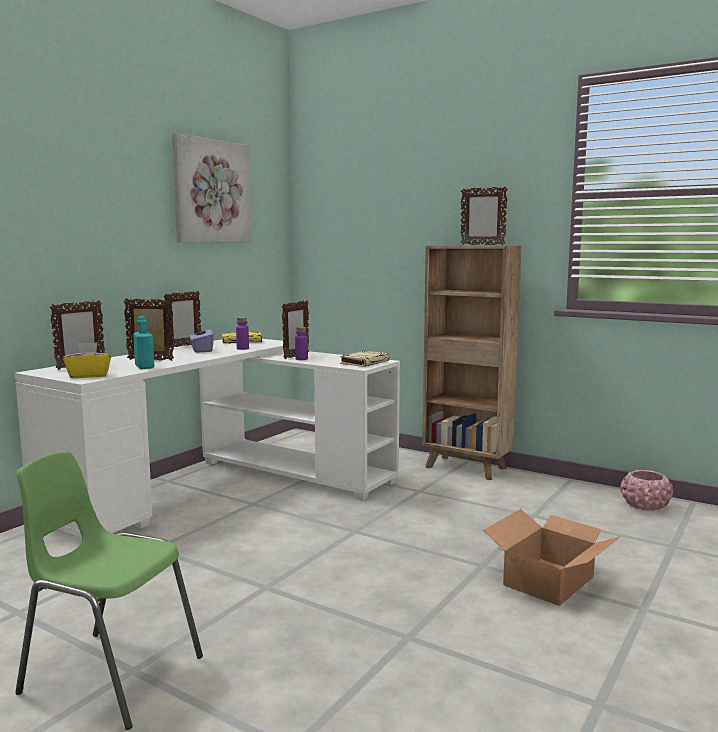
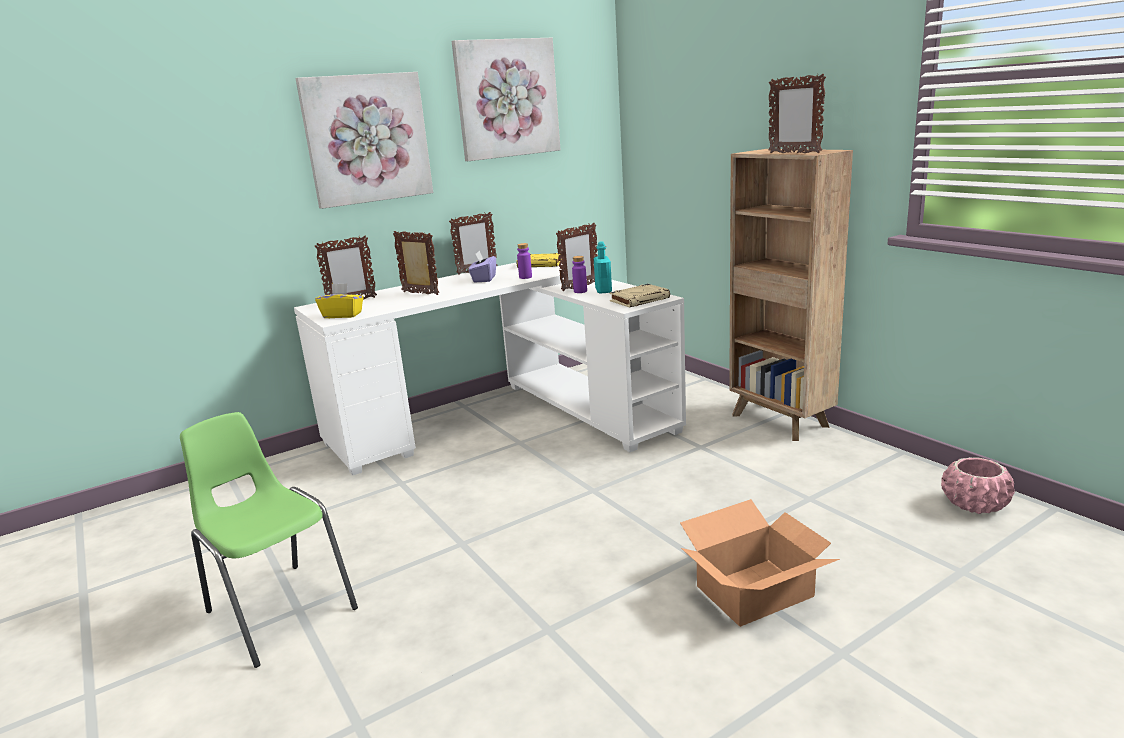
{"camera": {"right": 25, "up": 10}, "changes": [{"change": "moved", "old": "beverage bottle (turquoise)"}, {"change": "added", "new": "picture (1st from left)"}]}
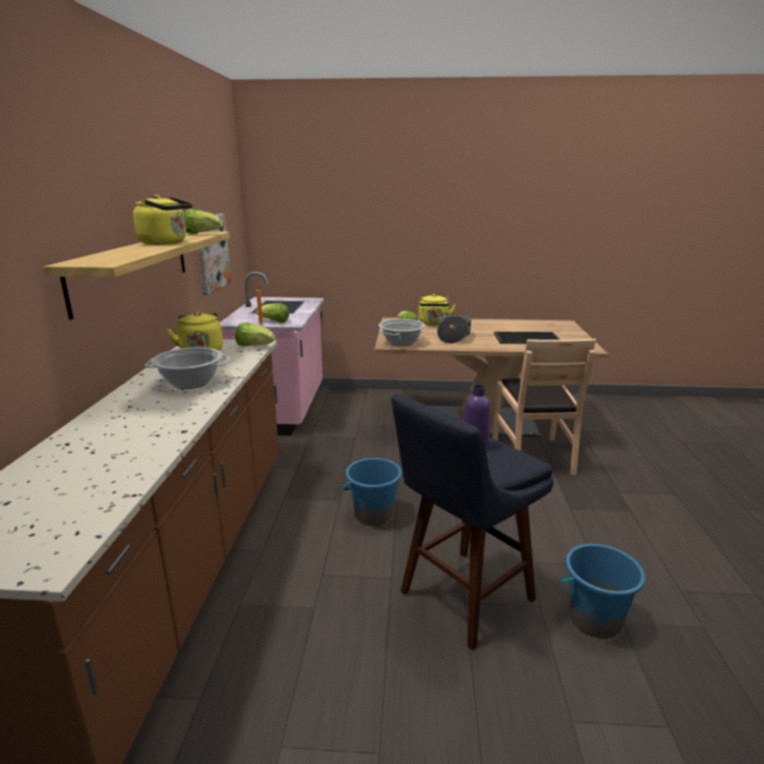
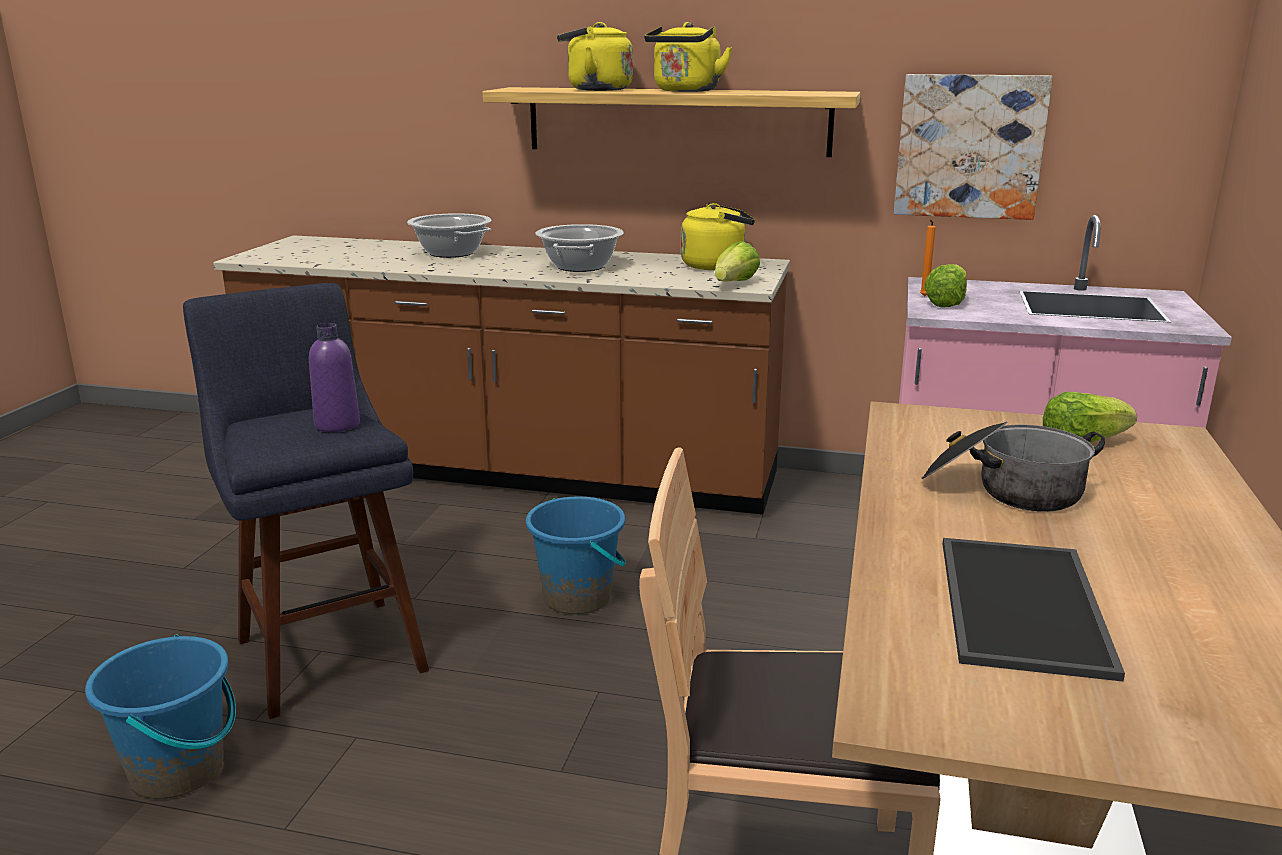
{"camera": {"right": 100, "up": 0}, "changes": [{"change": "removed", "old": "lettuce (1st from left)"}, {"change": "moved", "old": "kettle (yellowish) (3rd from left in the first image)", "new": "kettle (yellowish) (1st from left)"}, {"change": "moved", "old": "cooking pot (2nd from left in the first image)", "new": "cooking pot (1st from left)"}]}
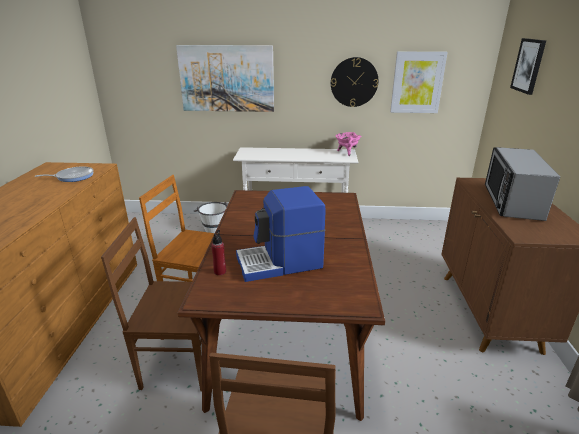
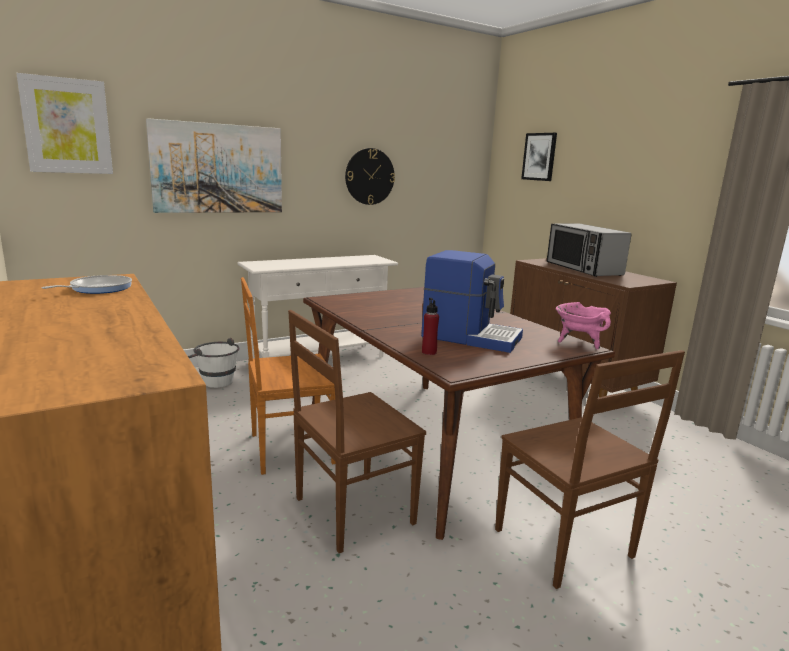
{"camera": {"right": -35, "up": -10}, "changes": [{"change": "moved", "old": "picture (2nd from left in the first image)", "new": "picture (1st from left)"}, {"change": "moved", "old": "cooking pot (pink)"}, {"change": "turned", "old": "coffee machine", "degrees": -105}]}
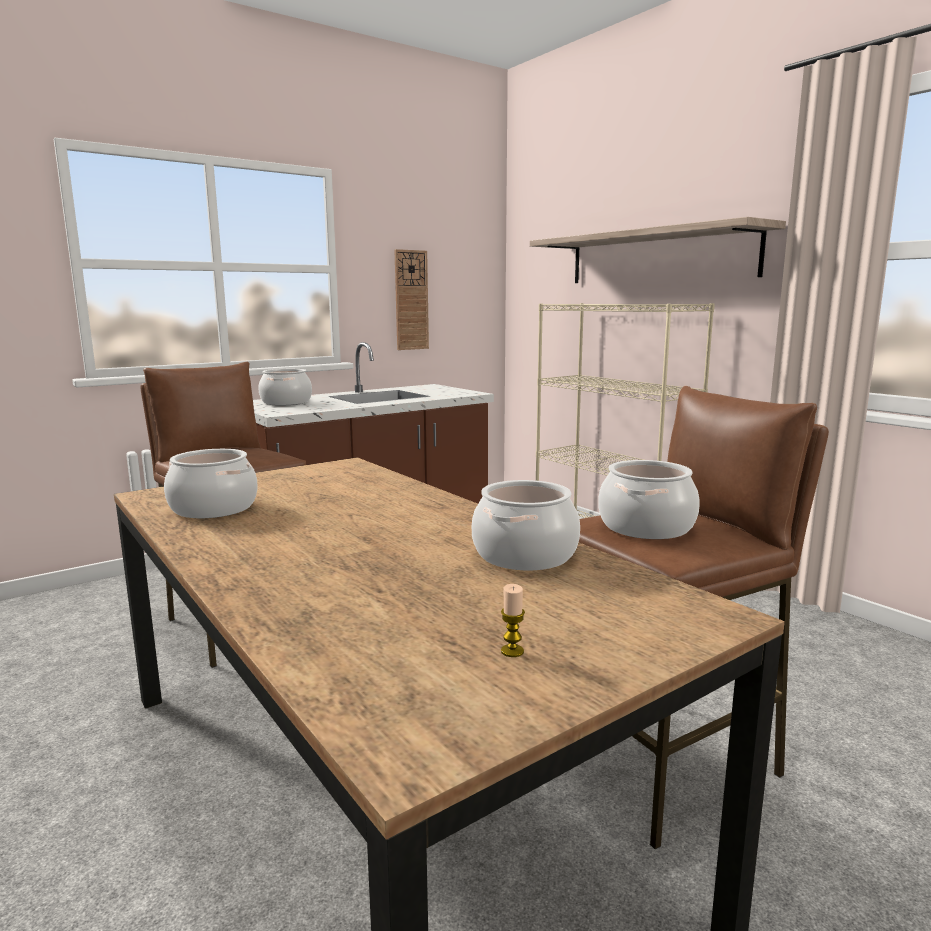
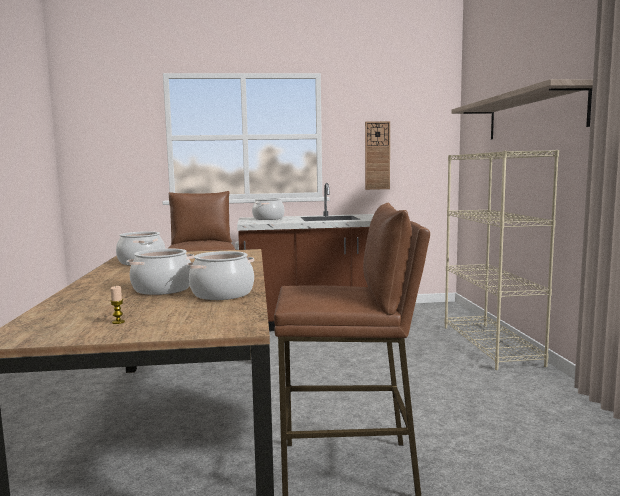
{"camera": {"right": 30, "up": -5}, "changes": [{"change": "moved", "old": "cooking pot (4th from left in the first image)", "new": "cooking pot (2nd from left)"}]}
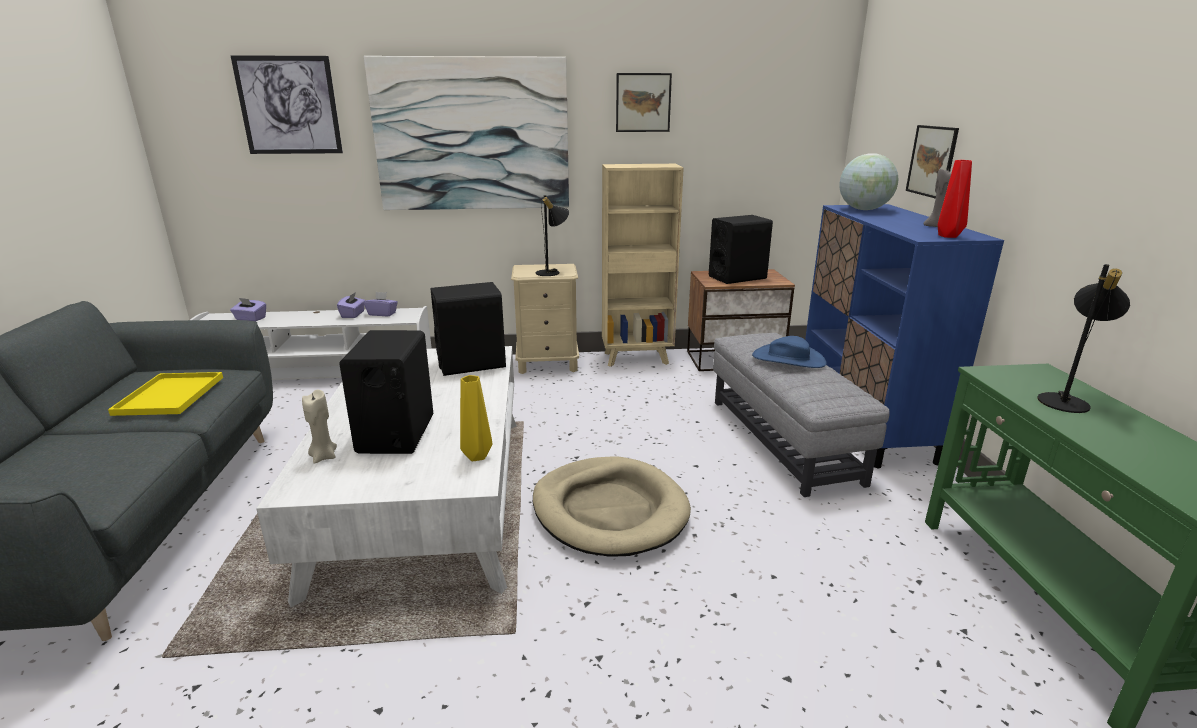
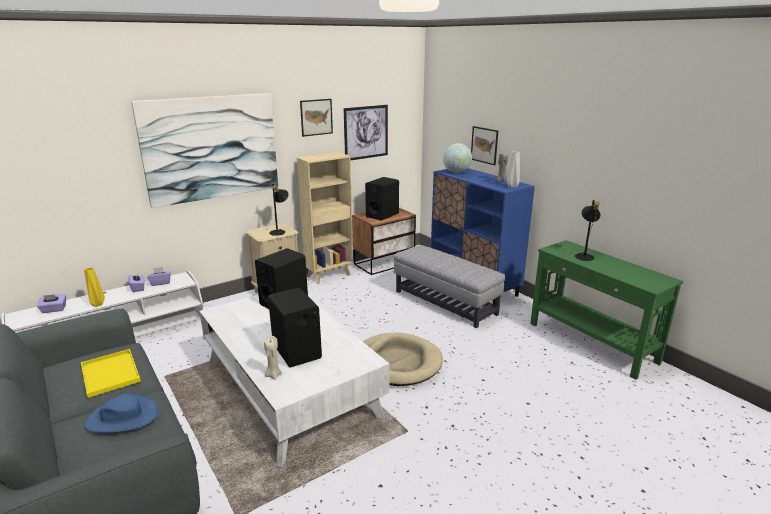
{"camera": {"right": -30, "up": 0}, "changes": [{"change": "moved", "old": "picture (1st from left in the first image)", "new": "picture (3rd from left)"}, {"change": "recoloured", "old": "flower vase (reddish)", "new": "flower vase (gray)"}, {"change": "moved", "old": "clothing hat (blue)"}, {"change": "moved", "old": "flower vase (yellowish)"}]}
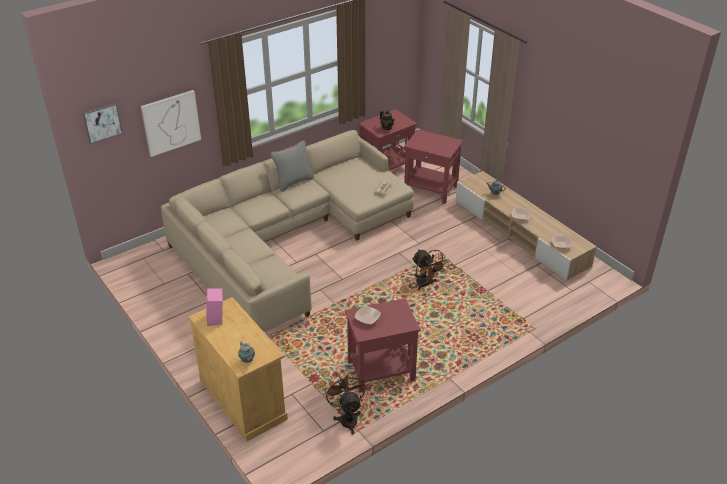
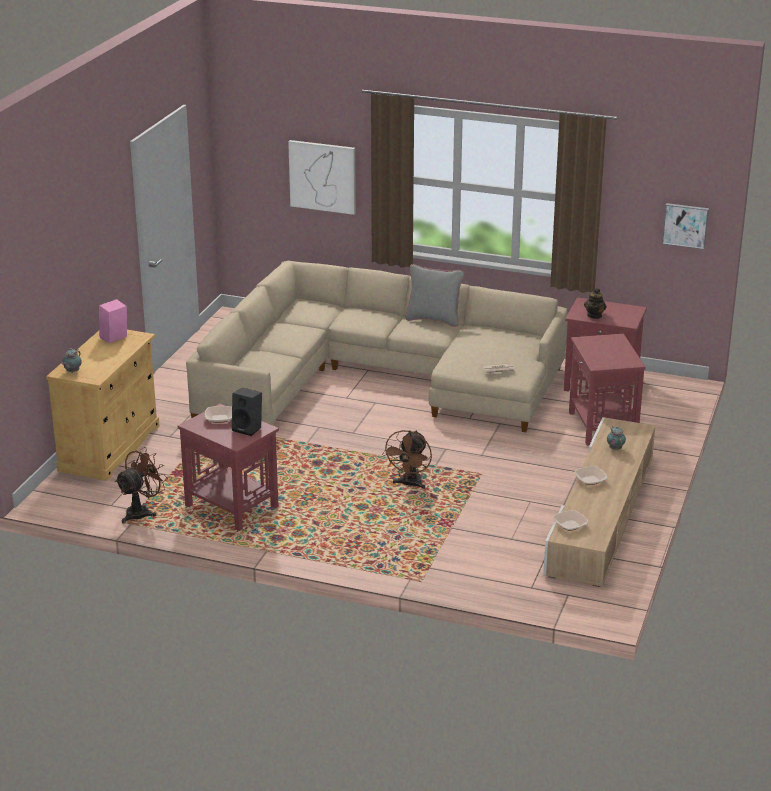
{"camera": {"right": 55, "up": -10}, "changes": [{"change": "moved", "old": "picture (1st from left in the first image)", "new": "picture (2nd from left)"}, {"change": "added", "new": "loudspeaker (blackish)"}]}
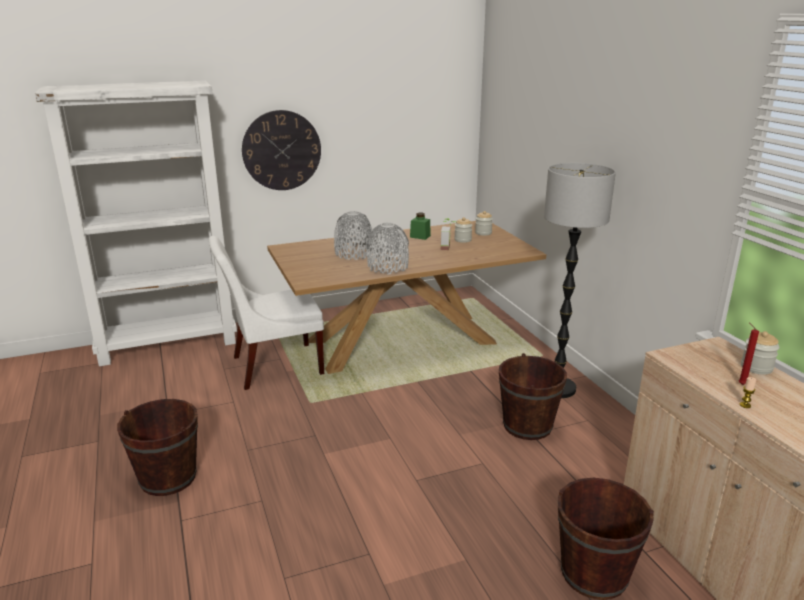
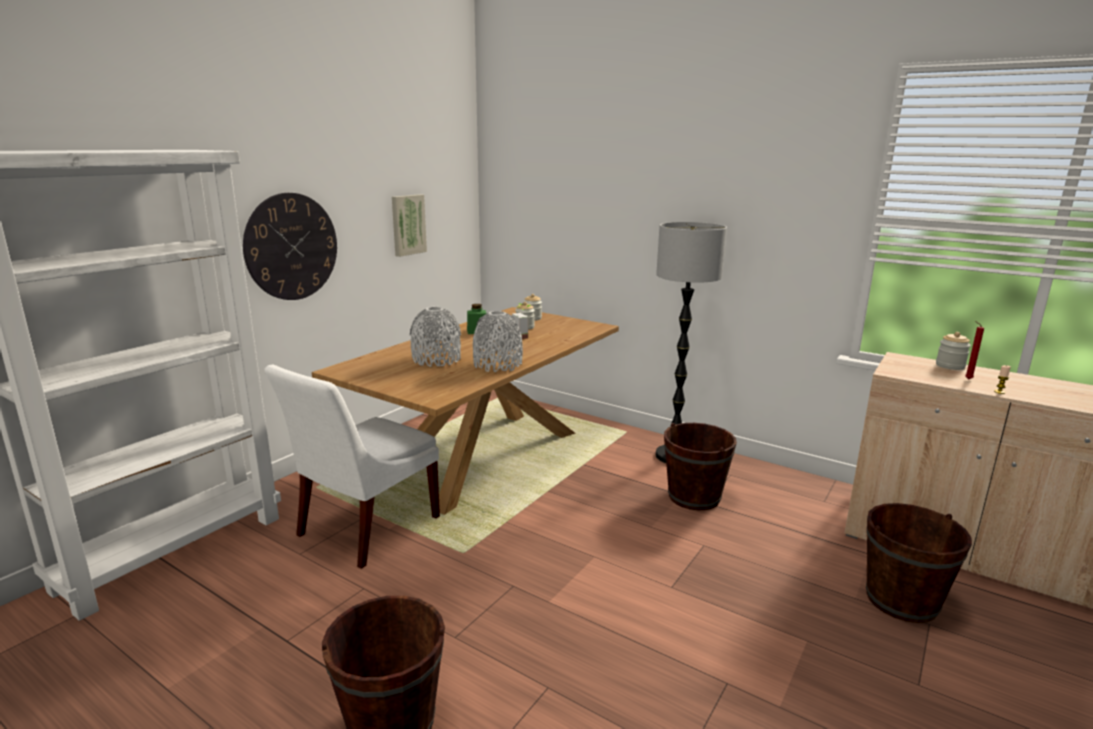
{"camera": {"right": -35, "up": -5}, "changes": [{"change": "added", "new": "picture"}]}
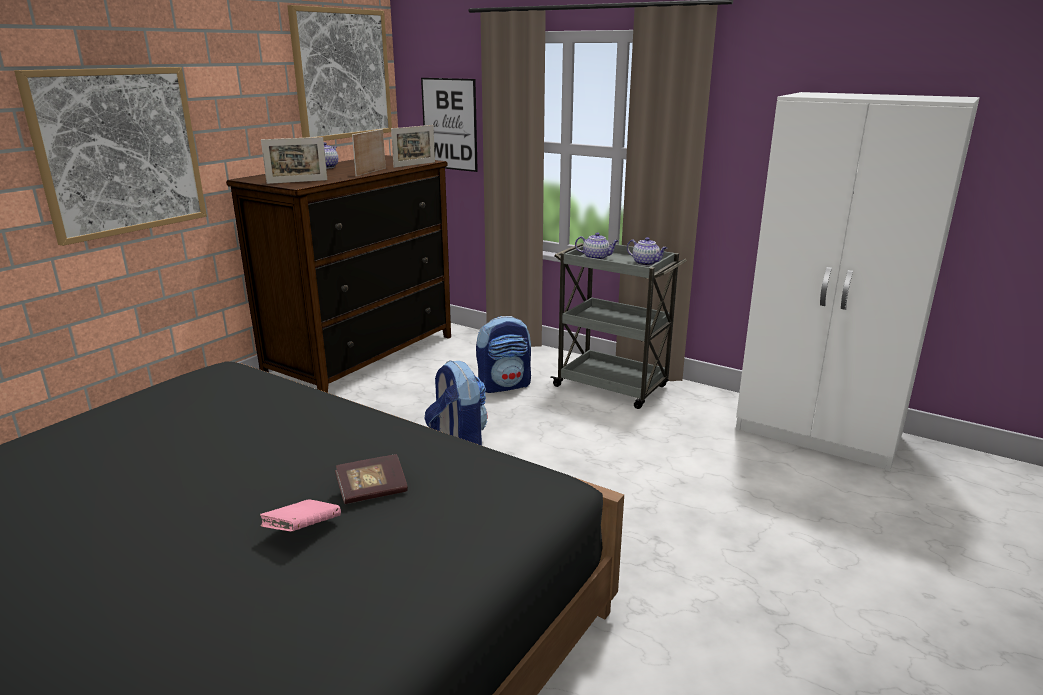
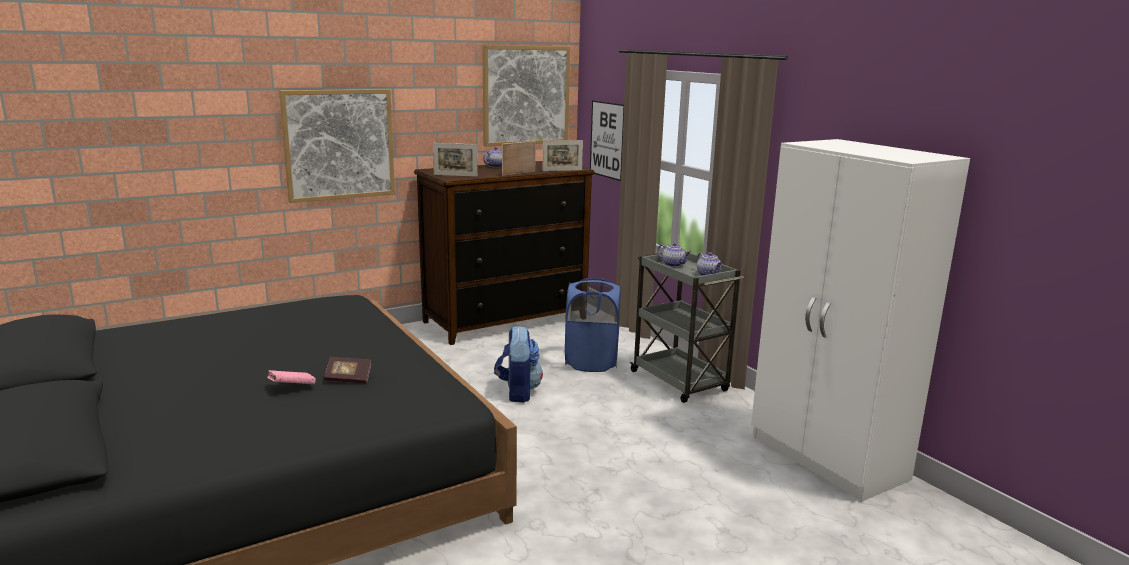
{"camera": {"right": 25, "up": -5}, "changes": [{"change": "replaced", "old": "backpack (2nd from left)", "new": "laundry basket (blue)"}]}
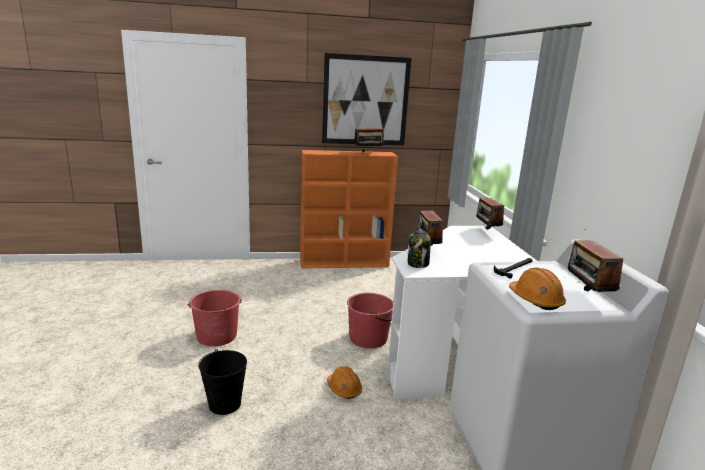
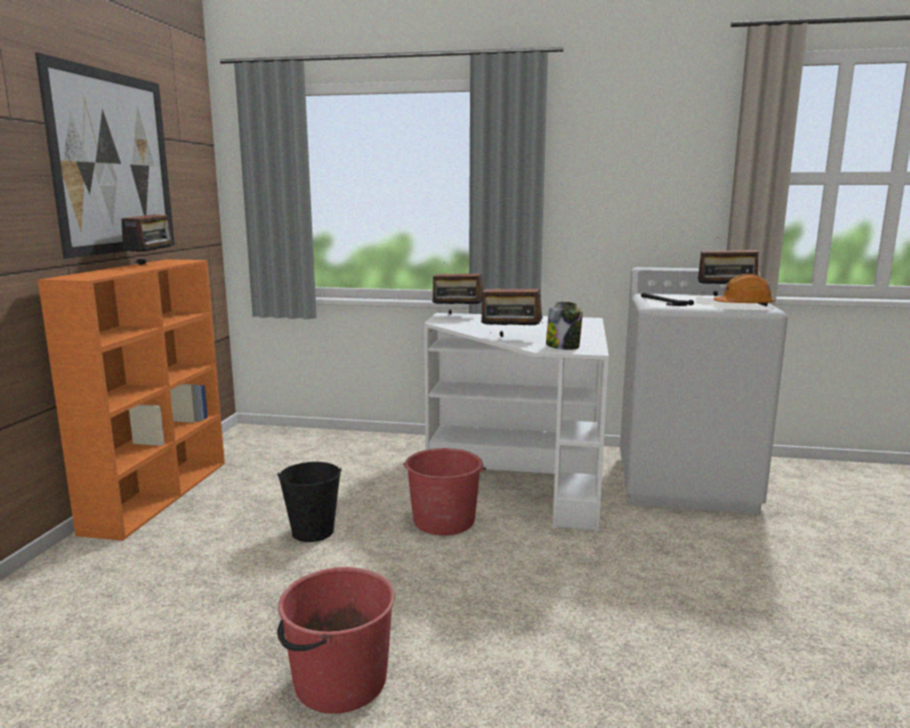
{"camera": {"right": -70, "up": -5}, "changes": [{"change": "moved", "old": "water bucket (blackish)"}, {"change": "removed", "old": "work helmet (orange) (1st from left)"}]}
